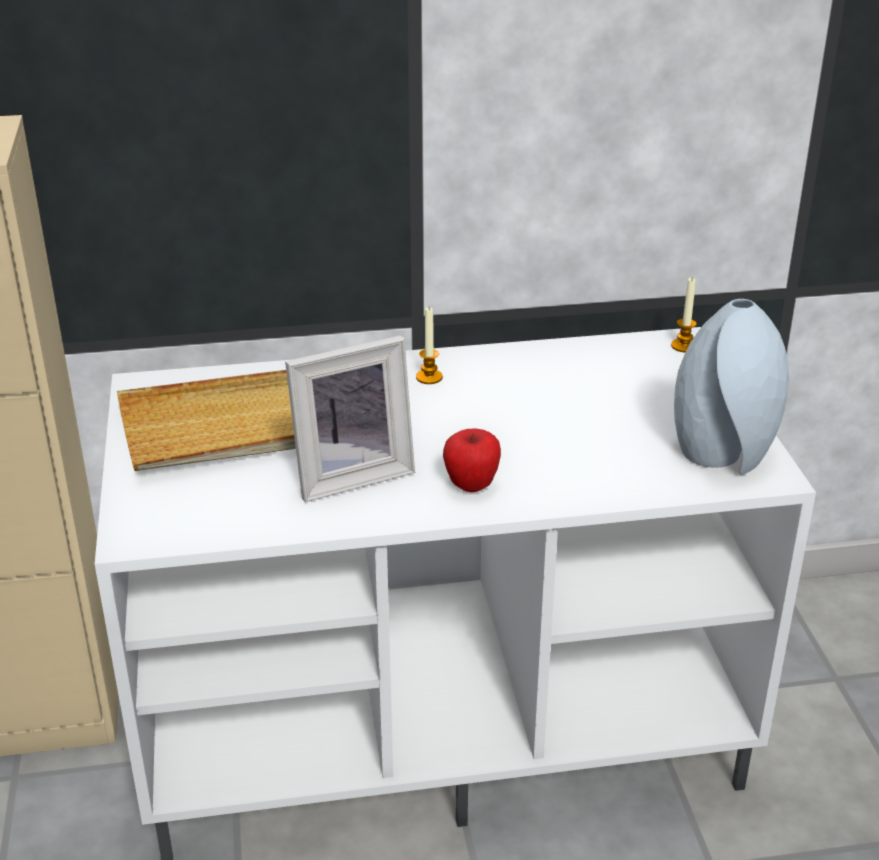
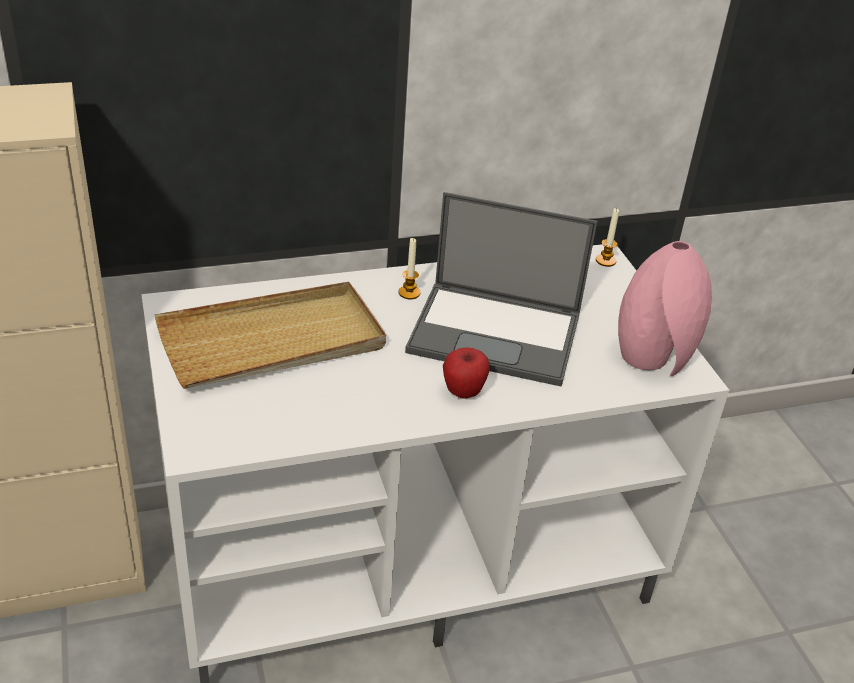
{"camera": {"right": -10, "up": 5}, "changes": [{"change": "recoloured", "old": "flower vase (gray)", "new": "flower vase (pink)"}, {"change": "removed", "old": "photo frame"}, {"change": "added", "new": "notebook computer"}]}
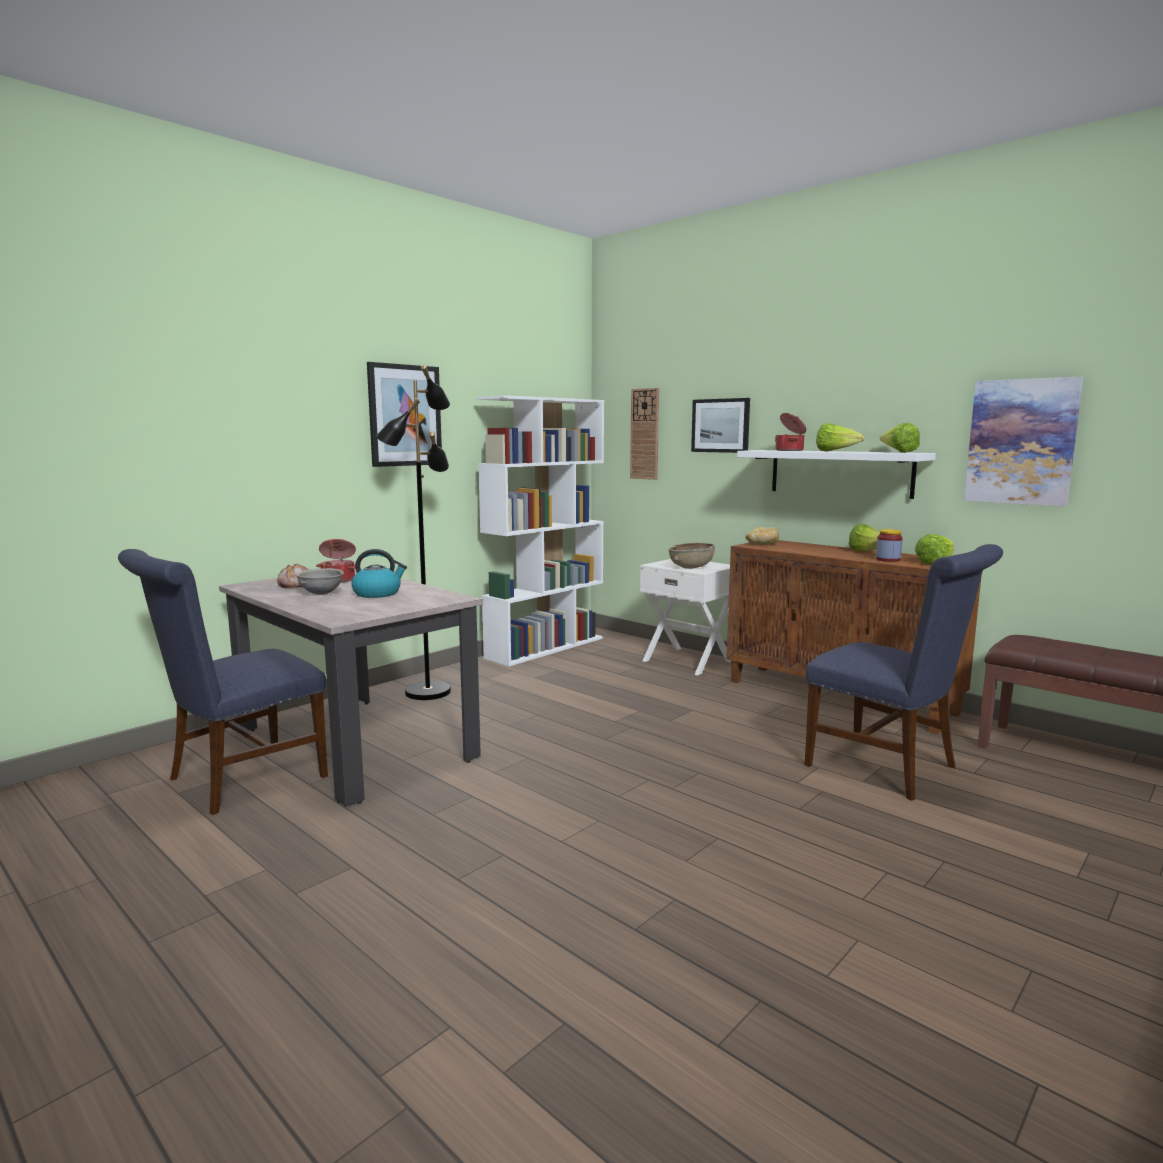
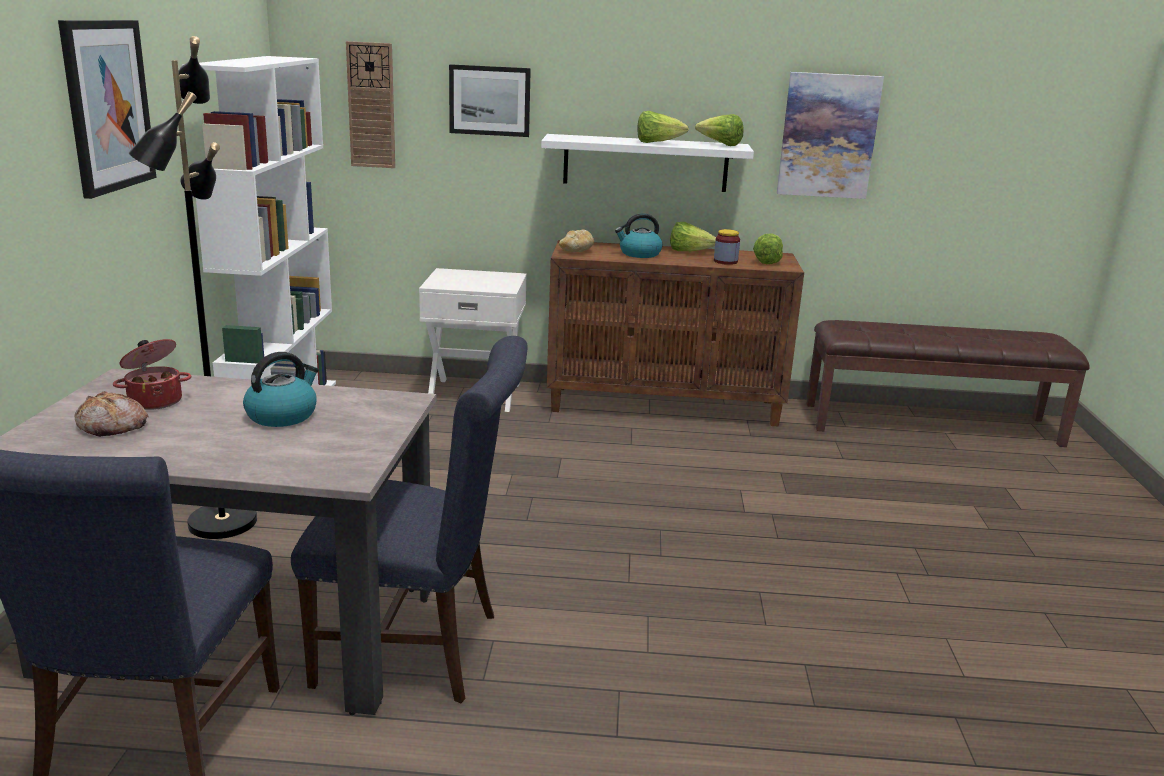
{"camera": {"right": -40, "up": 10}, "changes": [{"change": "removed", "old": "cooking pot (2nd from left)"}, {"change": "removed", "old": "deep dish (brown-coloured)"}, {"change": "moved", "old": "plain chair (blue) (2nd from left)"}, {"change": "removed", "old": "deep dish (gray)"}, {"change": "added", "new": "kettle (2nd from left)"}]}
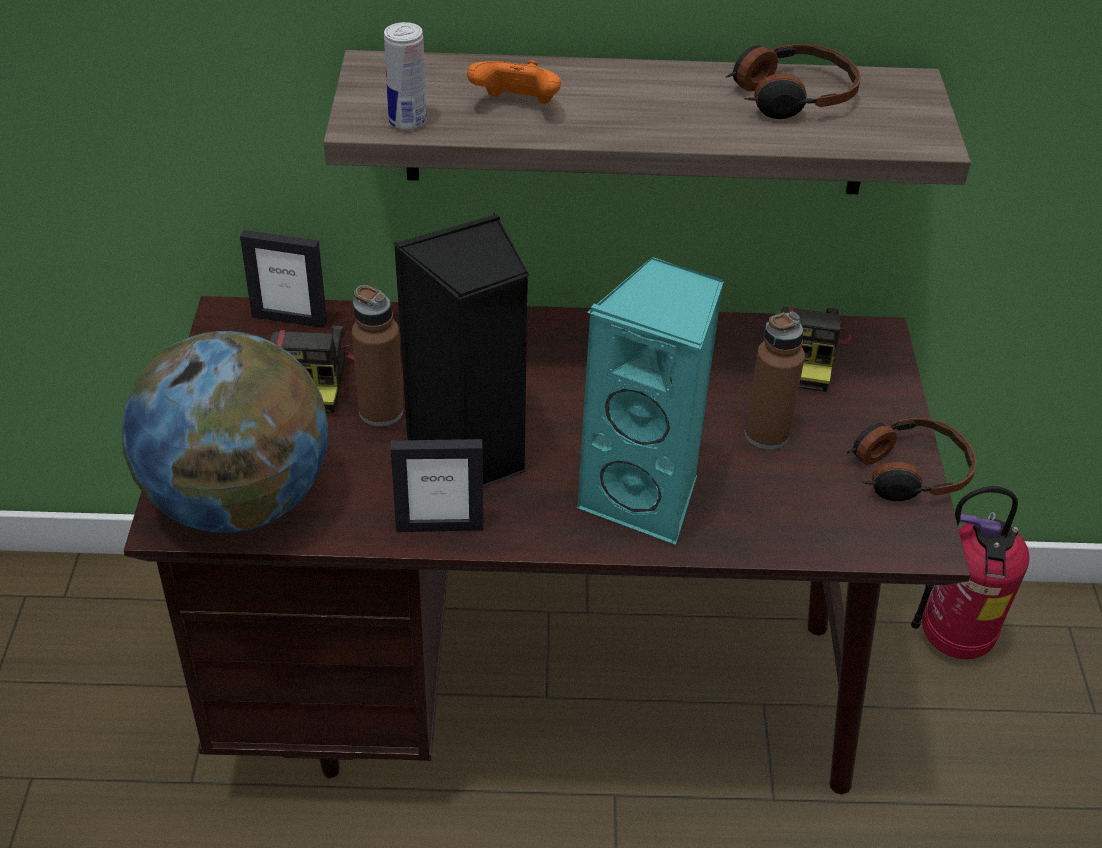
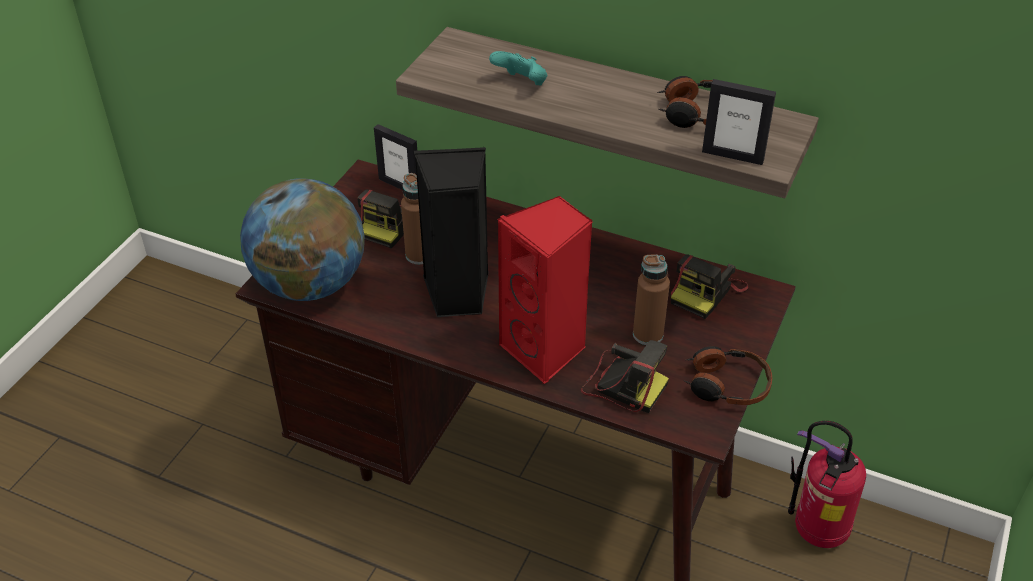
{"camera": {"right": 25, "up": 0}, "changes": [{"change": "removed", "old": "can"}, {"change": "recoloured", "old": "game controller (orange)", "new": "game controller (turquoise)"}, {"change": "recoloured", "old": "loudspeaker (turquoise)", "new": "loudspeaker (reddish)"}, {"change": "moved", "old": "photo frame (2nd from left)"}, {"change": "added", "new": "photo camera (2nd from left)"}]}
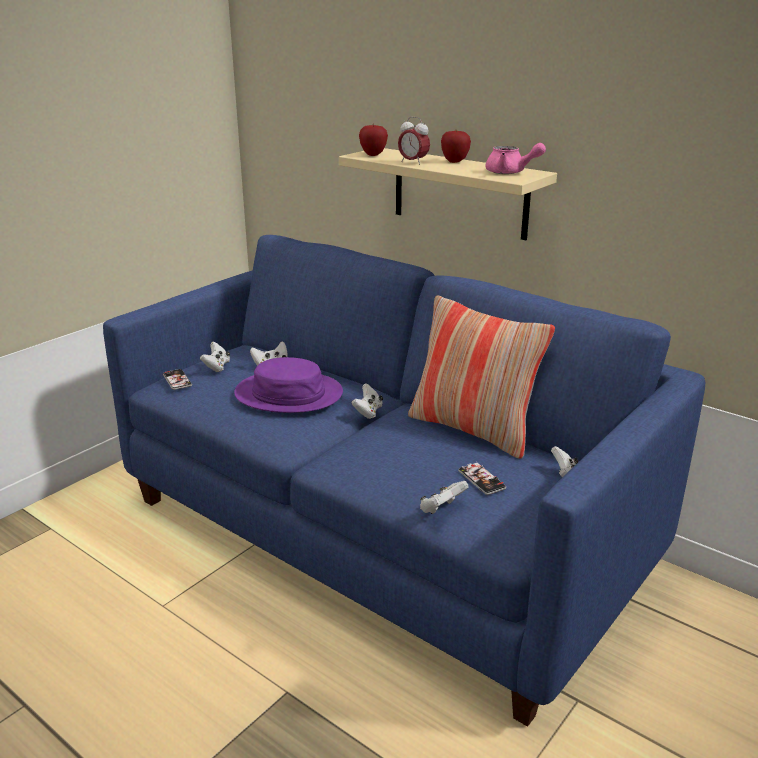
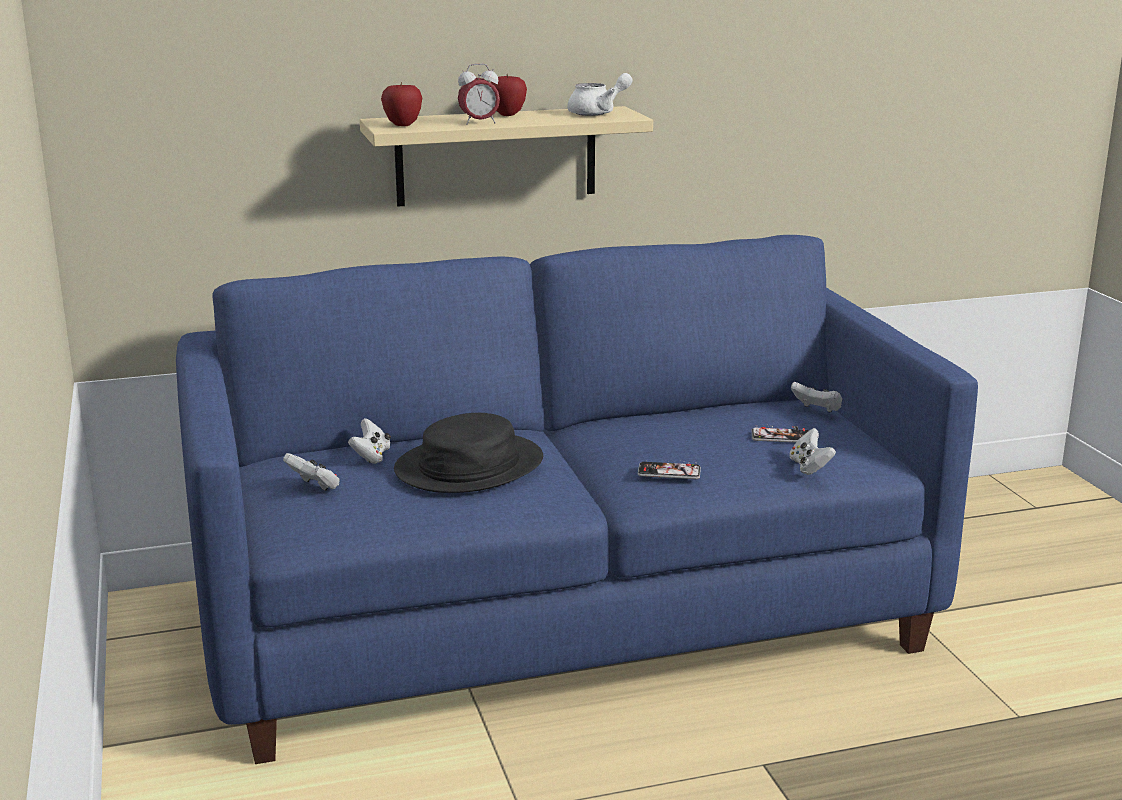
{"camera": {"right": -55, "up": -5}, "changes": [{"change": "recoloured", "old": "tea pot (pink)", "new": "tea pot (white-coloured)"}, {"change": "removed", "old": "pillow"}, {"change": "recoloured", "old": "clothing hat (purple-coloured)", "new": "clothing hat (blackish)"}, {"change": "moved", "old": "telephone (1st from left)"}, {"change": "removed", "old": "game controller (white-coloured) (3rd from left)"}]}
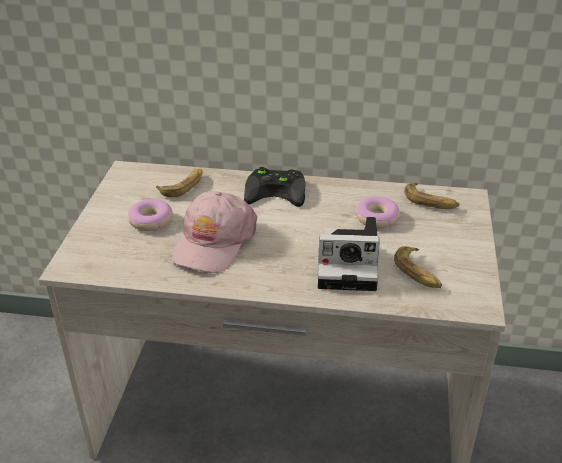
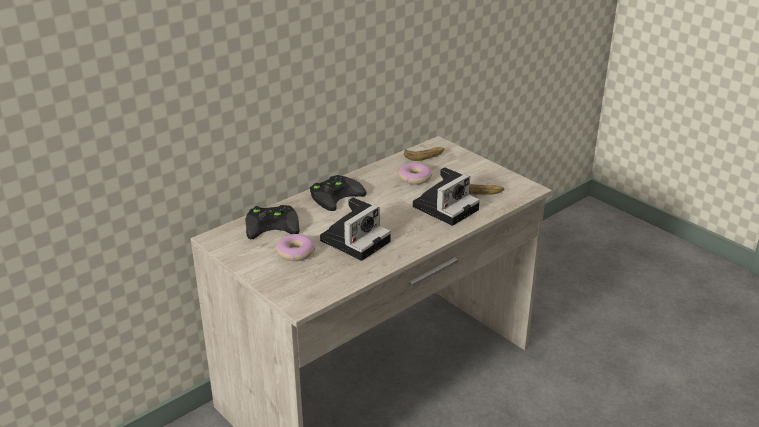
{"camera": {"right": -50, "up": -5}, "changes": [{"change": "replaced", "old": "banana (1st from left)", "new": "game controller (blackish) (1st from left)"}, {"change": "replaced", "old": "cap (pink)", "new": "photo camera (1st from left)"}]}
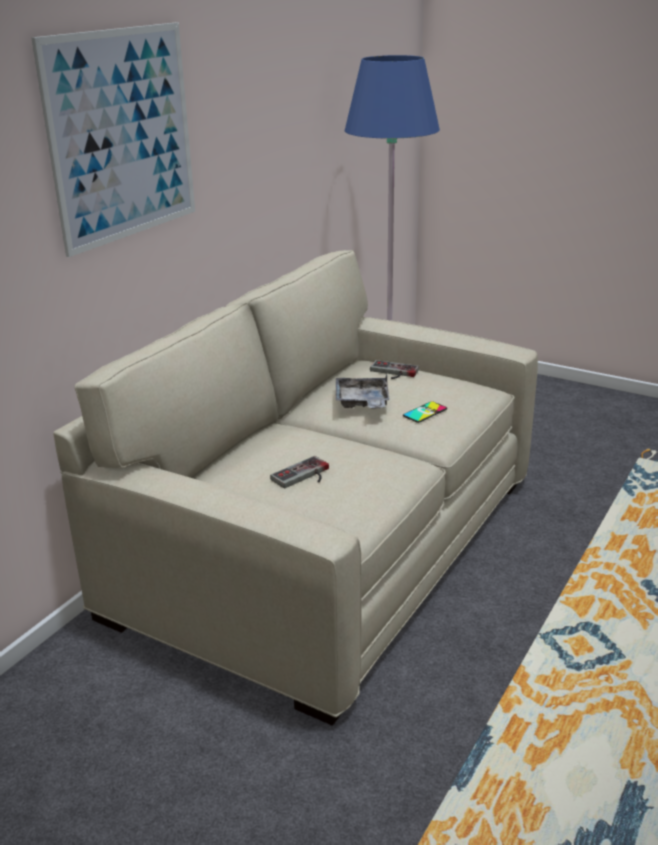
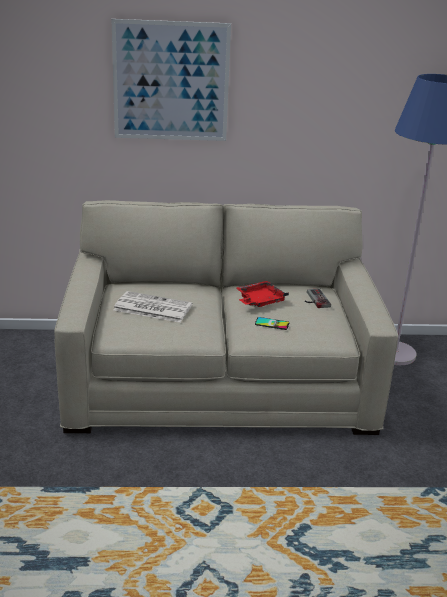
{"camera": {"right": 55, "up": 0}, "changes": [{"change": "recoloured", "old": "serving tray (gray)", "new": "serving tray (reddish)"}, {"change": "replaced", "old": "game controller (1st from left)", "new": "daily paper"}]}
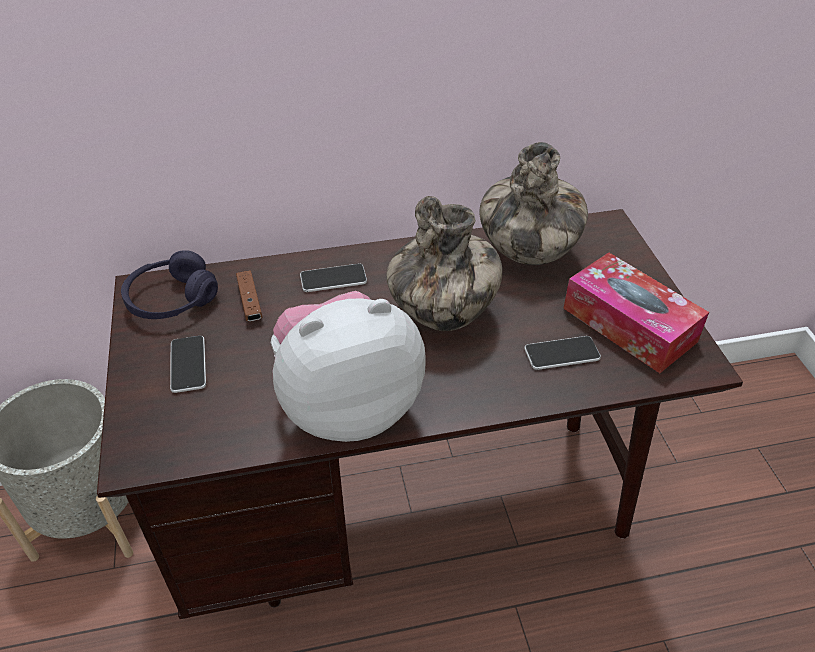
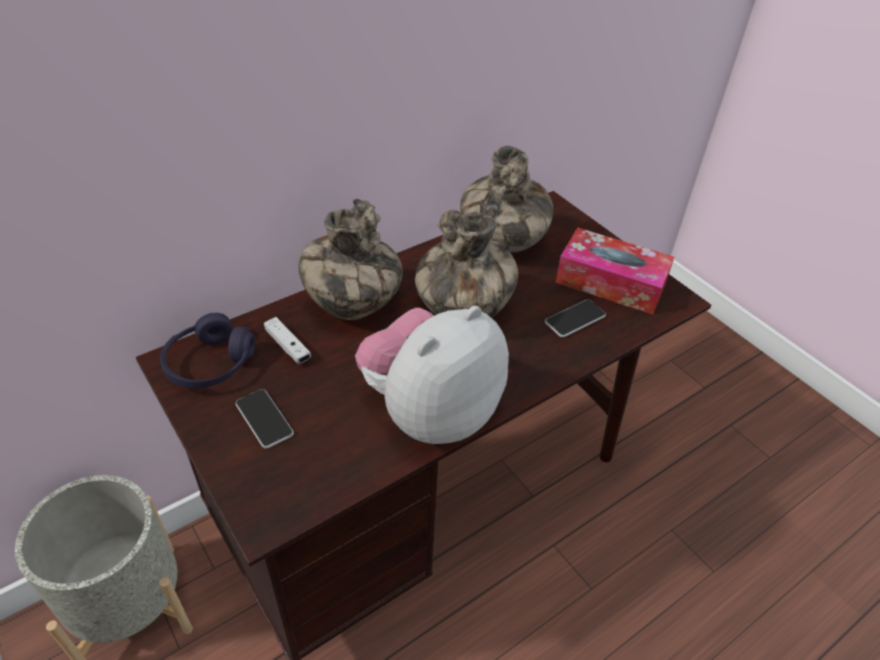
{"camera": {"right": -25, "up": 0}, "changes": [{"change": "replaced", "old": "telephone (2nd from left)", "new": "flower vase (1st from left)"}, {"change": "recoloured", "old": "game controller (brown-coloured)", "new": "game controller (white-coloured)"}]}
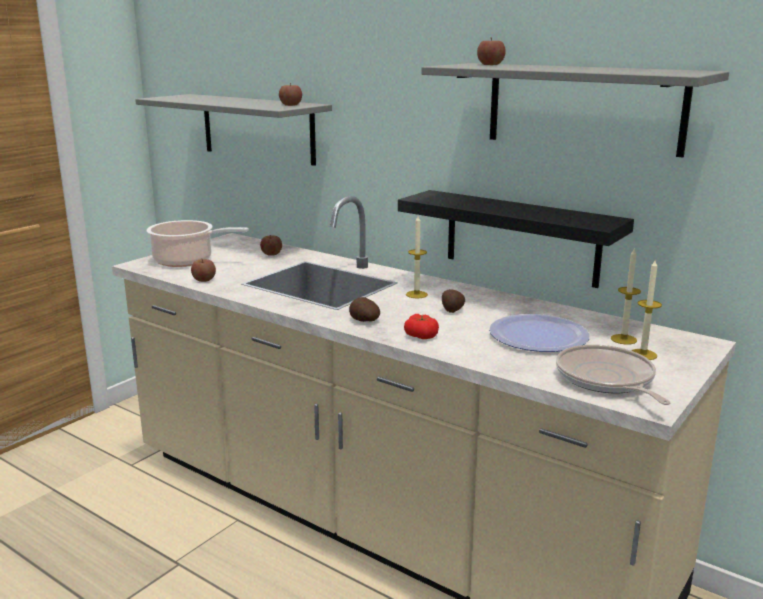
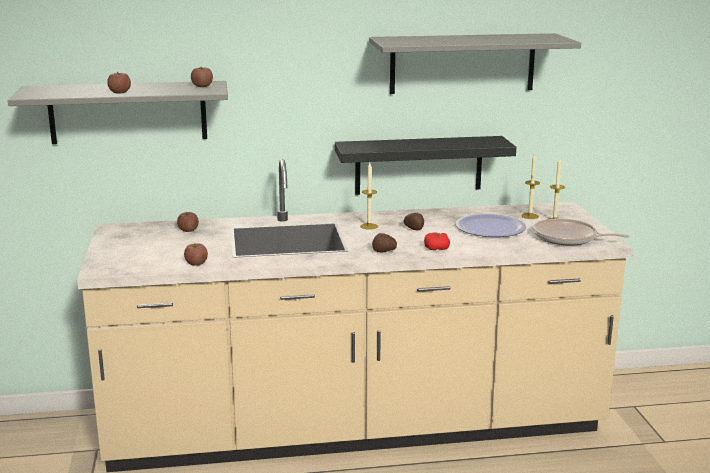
{"camera": {"right": -45, "up": 0}, "changes": [{"change": "moved", "old": "apple fruit (4th from left in the first image)", "new": "apple fruit (1st from left)"}, {"change": "removed", "old": "cooking pot"}]}
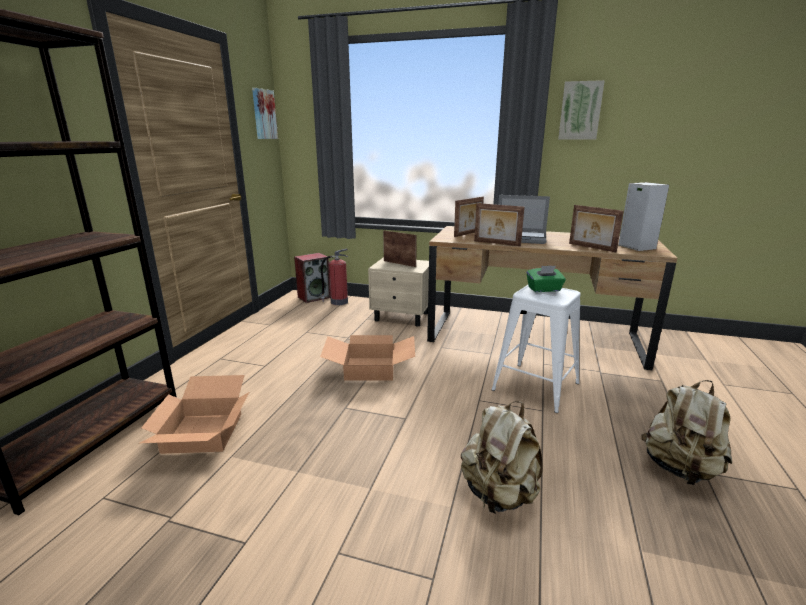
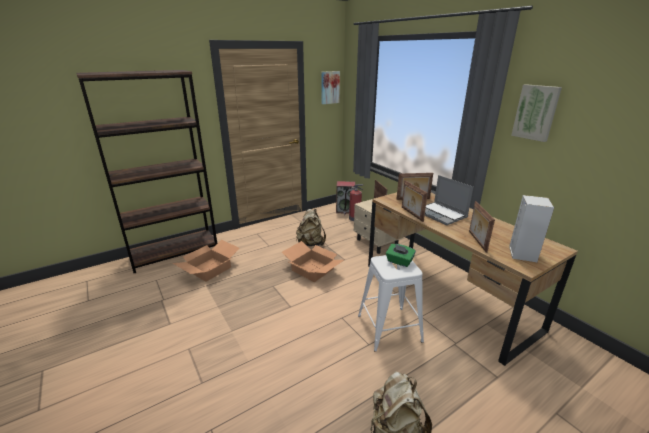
{"camera": {"right": 40, "up": 5}, "changes": [{"change": "moved", "old": "backpack (beige) (1st from left)"}]}
